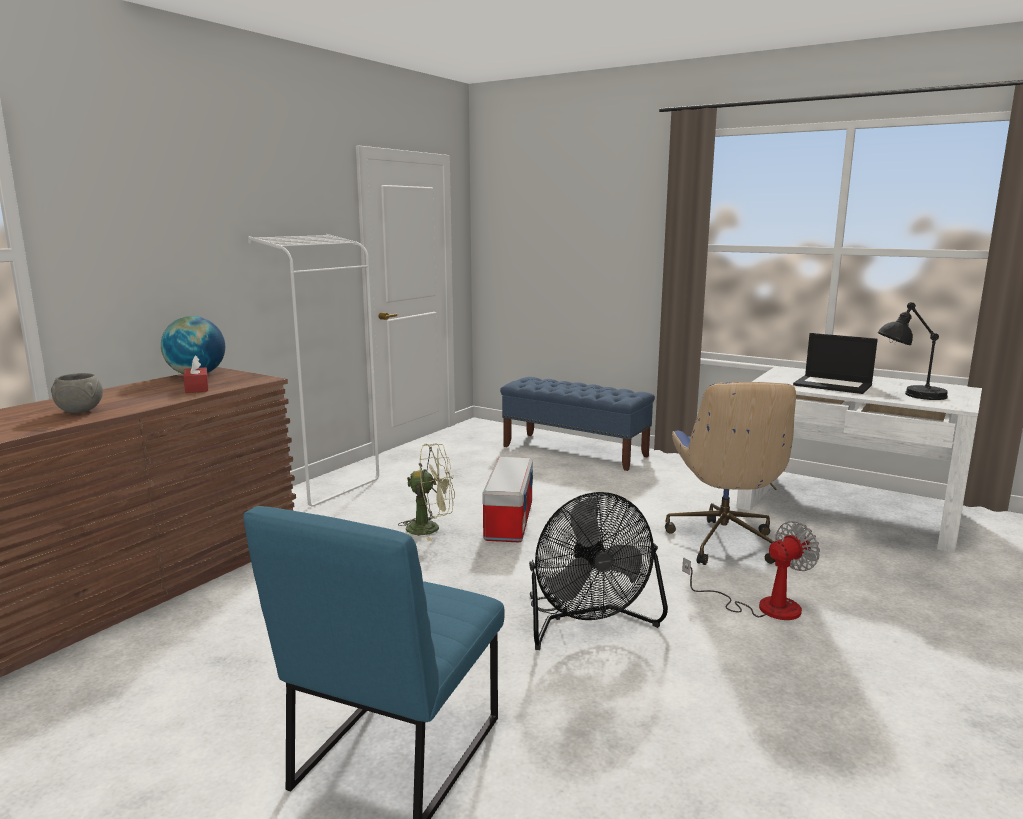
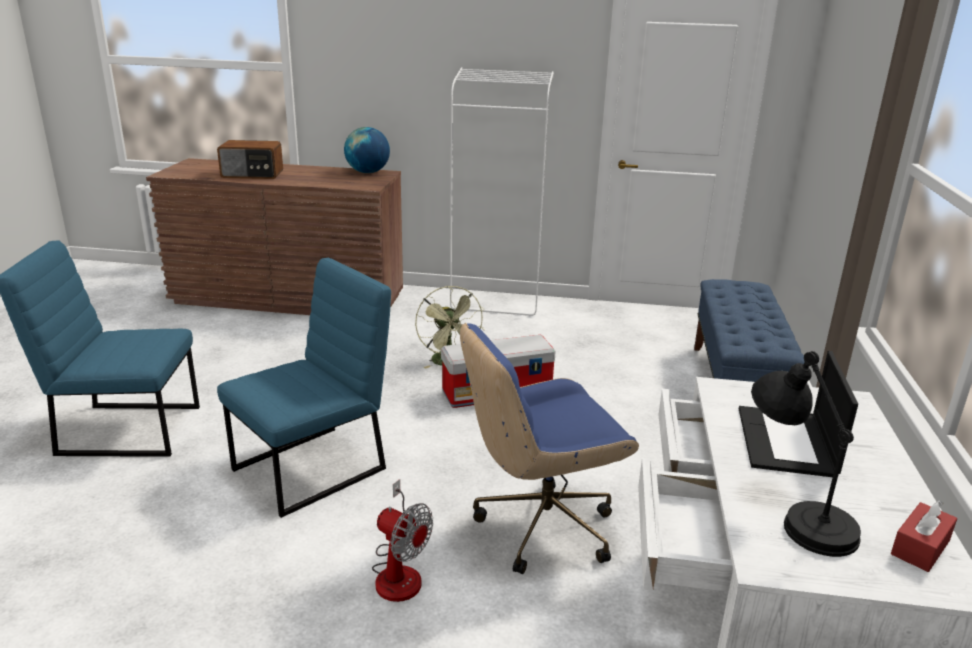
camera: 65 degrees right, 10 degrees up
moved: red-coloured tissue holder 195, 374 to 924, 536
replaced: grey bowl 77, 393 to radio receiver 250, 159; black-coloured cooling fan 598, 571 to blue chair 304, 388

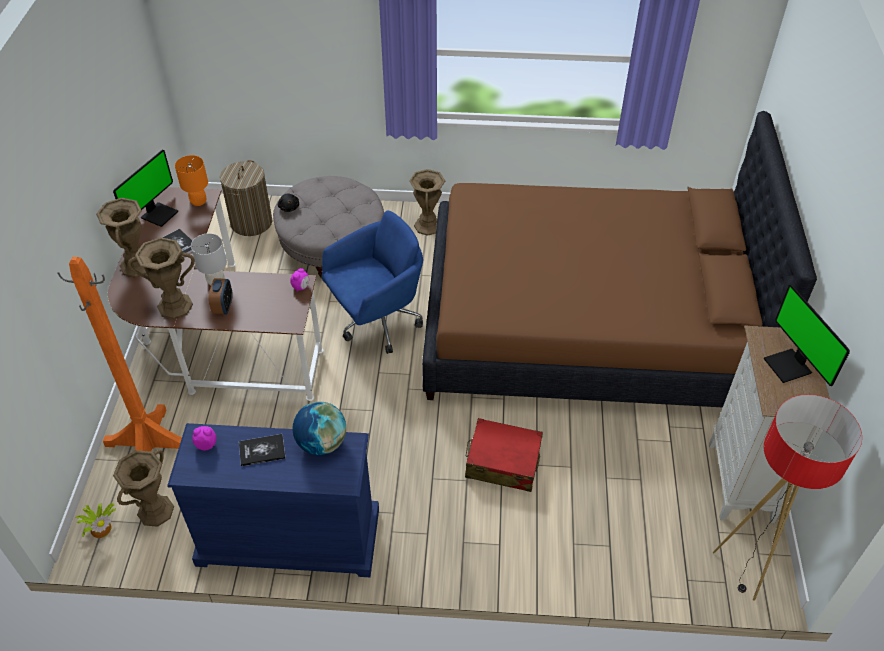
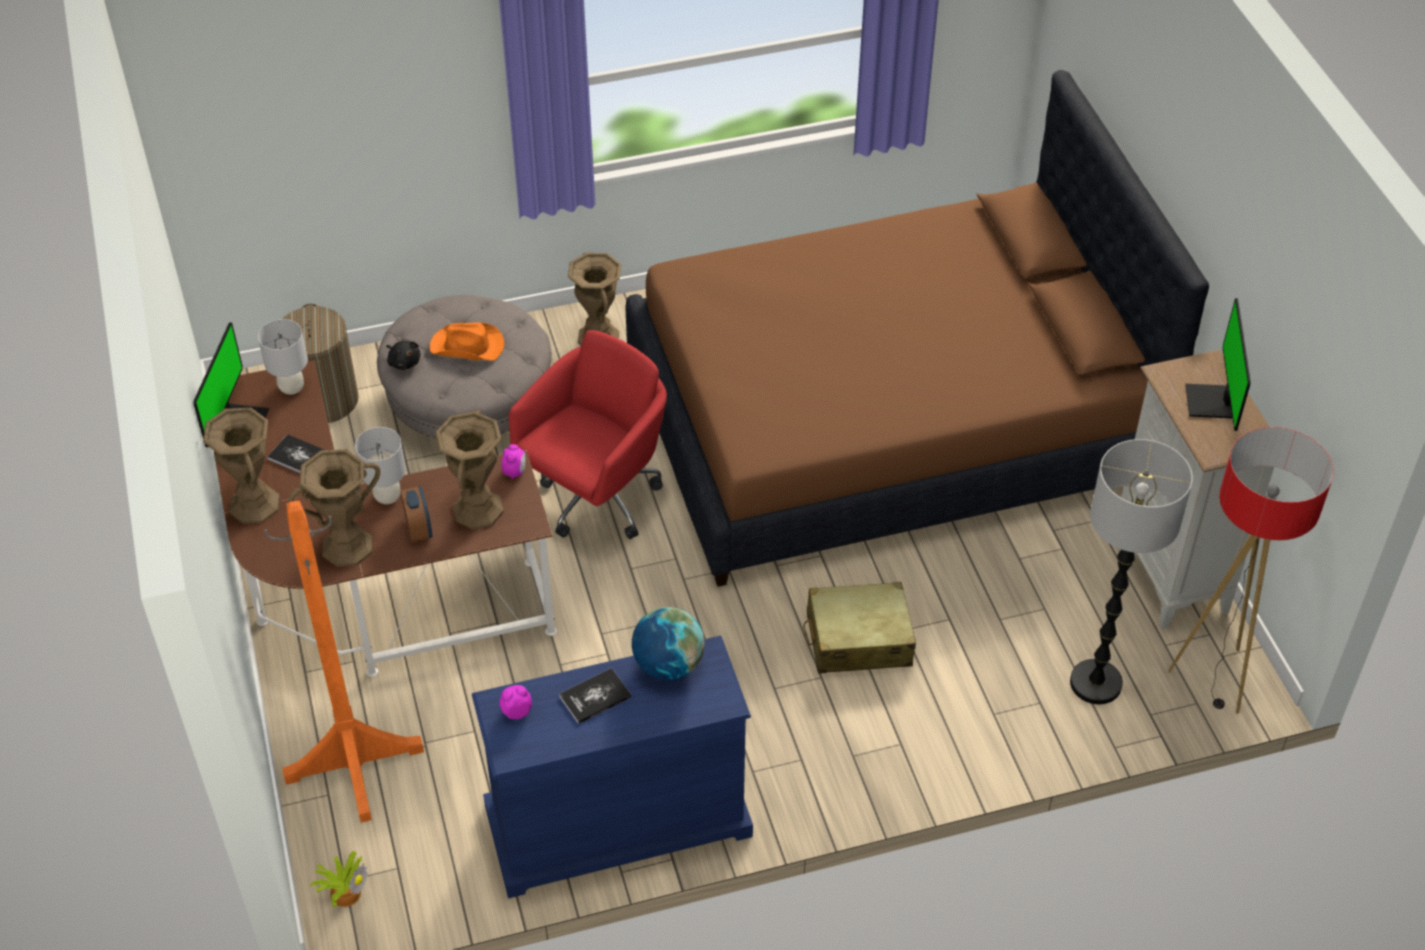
camera: 20 degrees left, 0 degrees up
added: orange hat 467, 342; standard lamp 1131, 571
moved: brownish flower vase 143, 488 to 469, 470
recoloured: orange table lamp 191, 180 to grey table lamp 283, 357; blue desk chair 372, 282 to red-coloured desk chair 588, 434; red-coloured piece of luggage 504, 455 to beige piece of luggage 859, 628
turned: computer display 807, 335 = 1218, 364 45 degrees clockwise

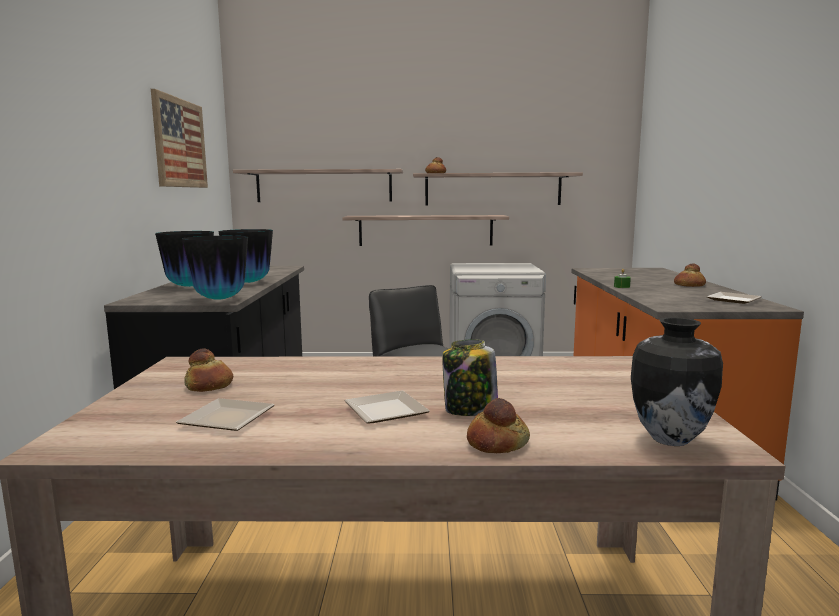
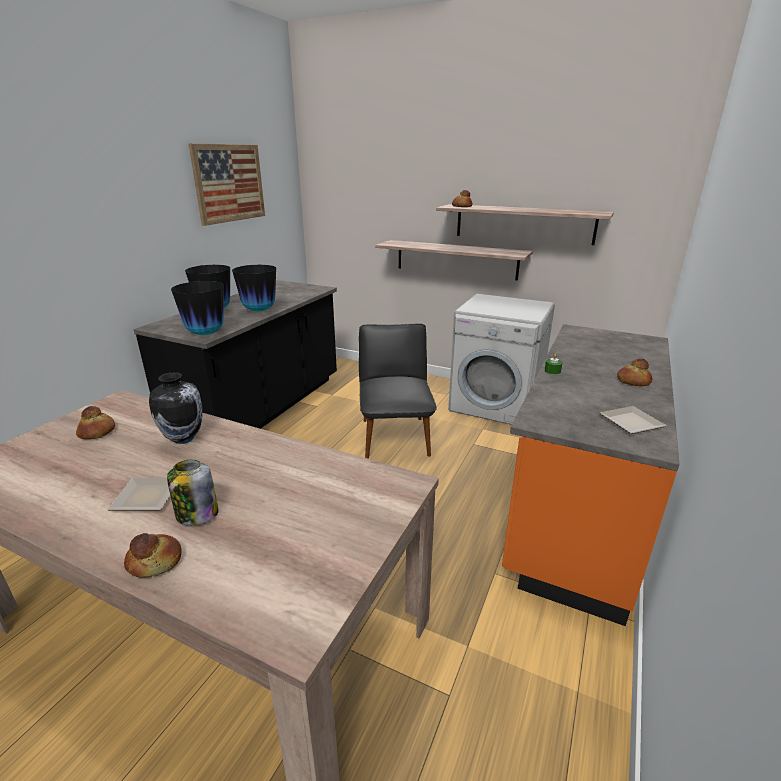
camera: 25 degrees right, 15 degrees up
removed: plate 225, 414; wall shelf 318, 185
moved: flower vase 677, 382 to 175, 408

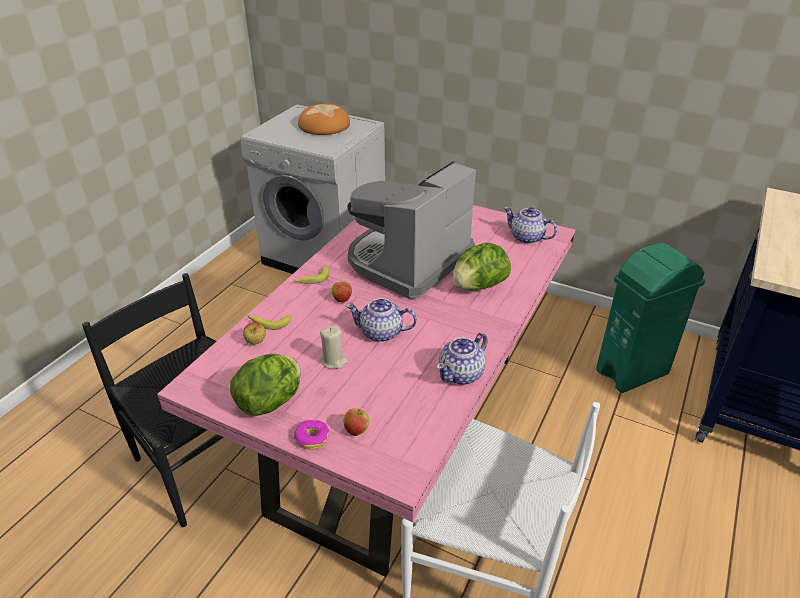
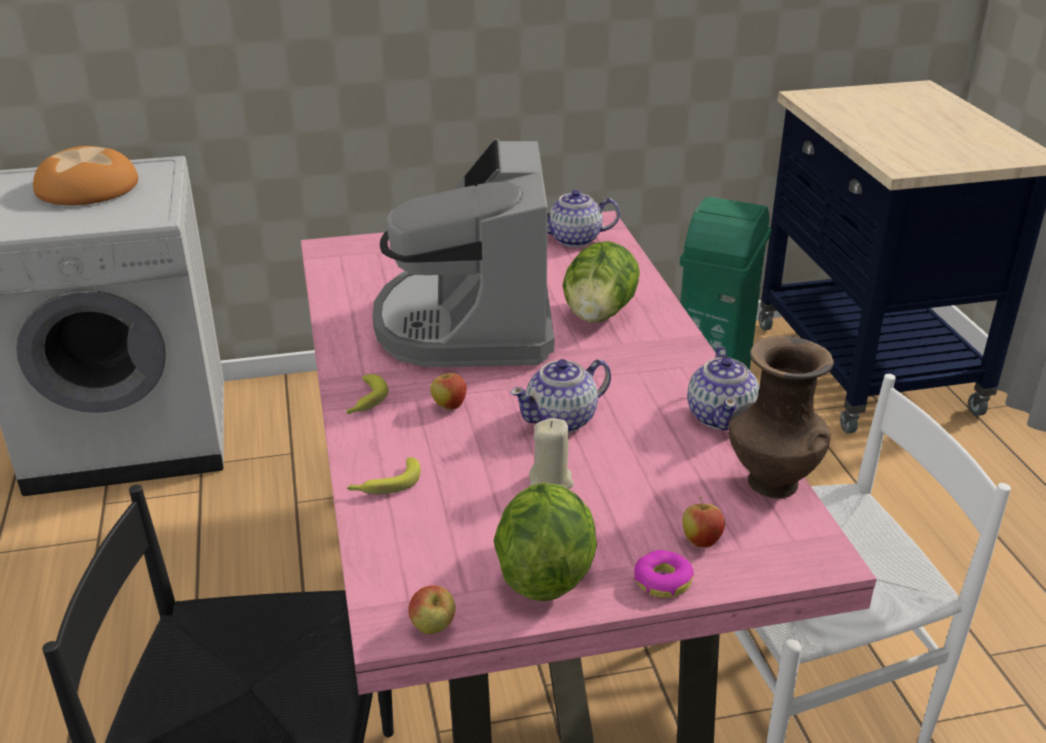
camera: 40 degrees left, 5 degrees down
added: brownish flower vase 781, 417
moved: apple 254, 333 to 432, 609

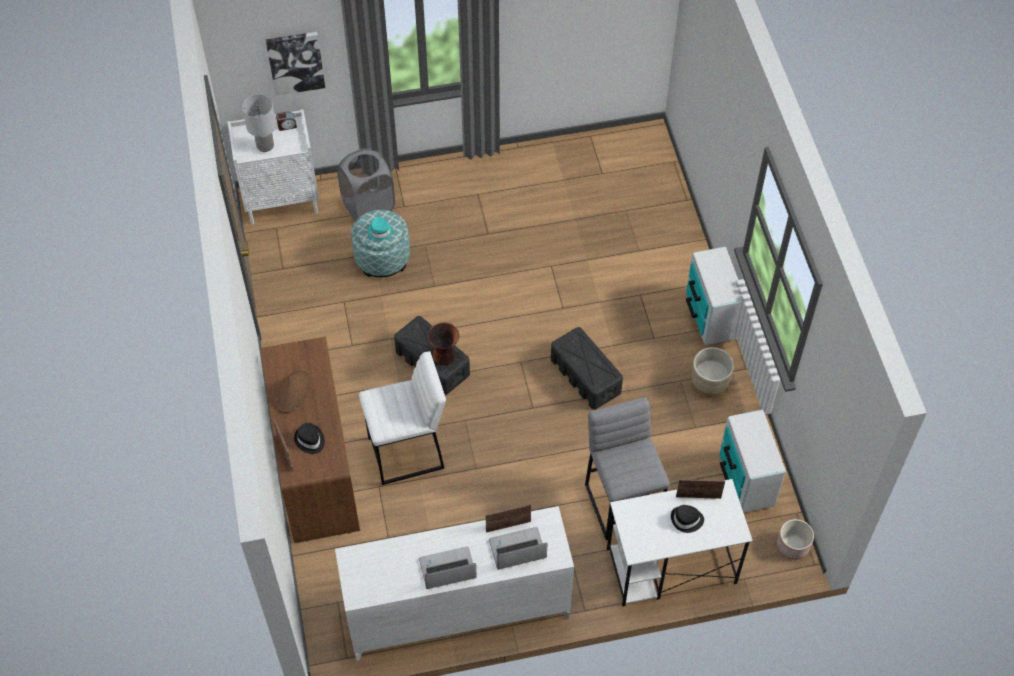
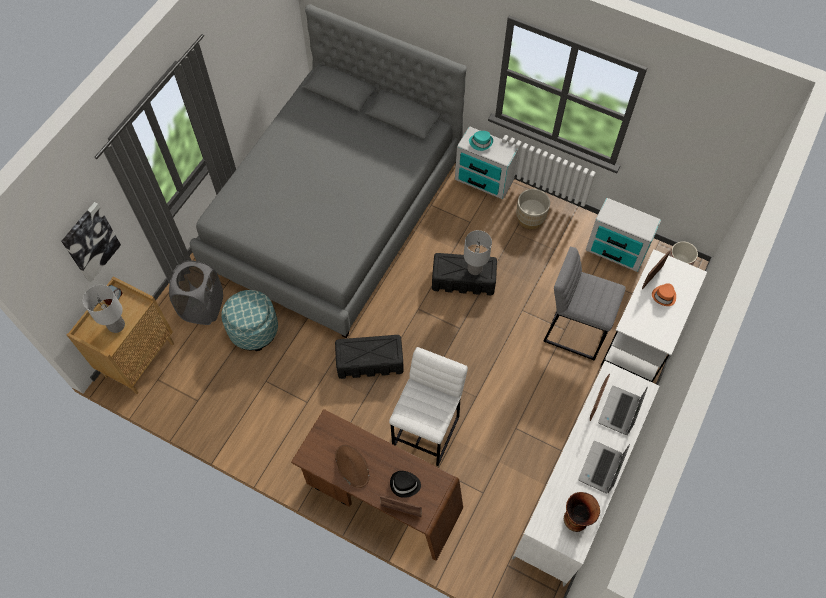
camera: 50 degrees left, 5 degrees up
added: grey sleeping bed 328, 171; grey table lamp 478, 252
moved: blue-green hat 380, 228 to 481, 141; flower vase 443, 344 to 582, 512
recoloured: whitish storage cabinet 273, 167 to brownish storage cabinet 120, 335; black-coloured hat 687, 519 to orange hat 664, 294

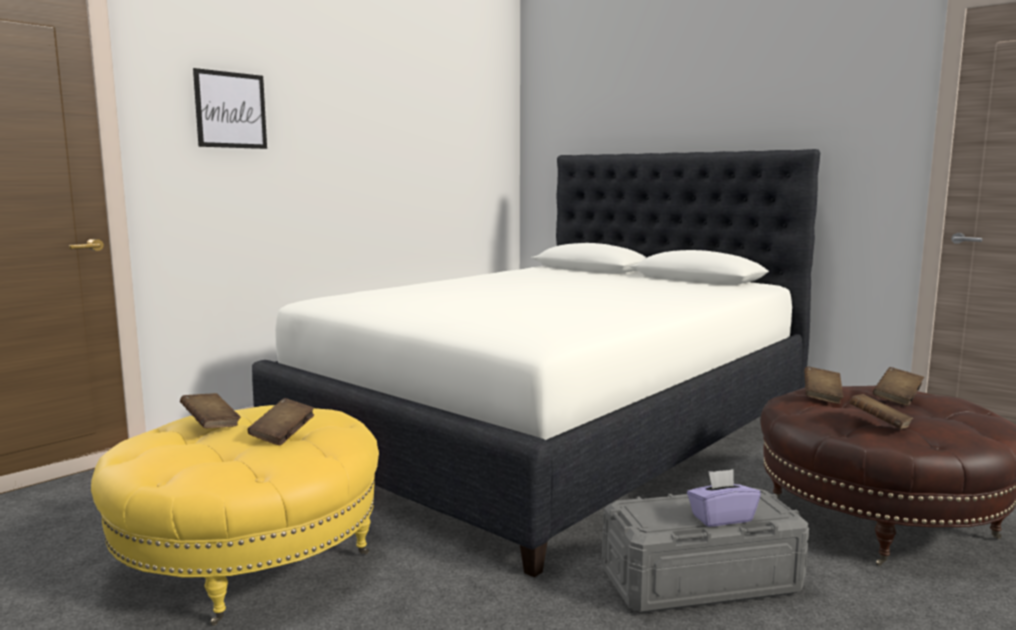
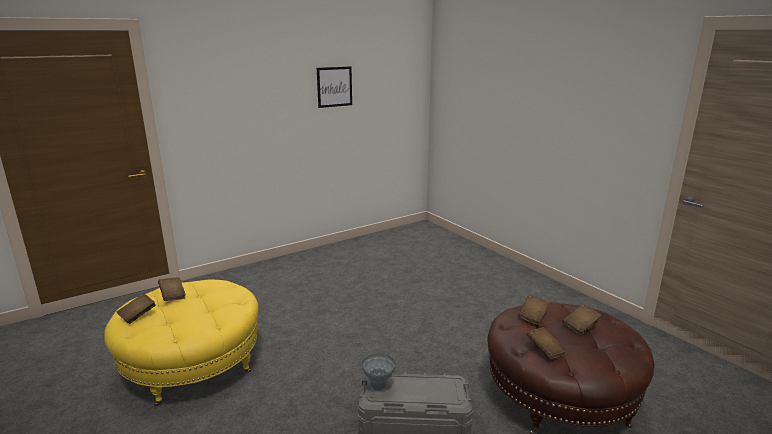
camera: 15 degrees right, 10 degrees up
removed: whitish sleeping bed 536, 363; purple tissue holder 724, 498
added: grey flower vase 378, 372
moved: brownish book 281, 421 to 136, 308; wall picture 230, 108 to 334, 87

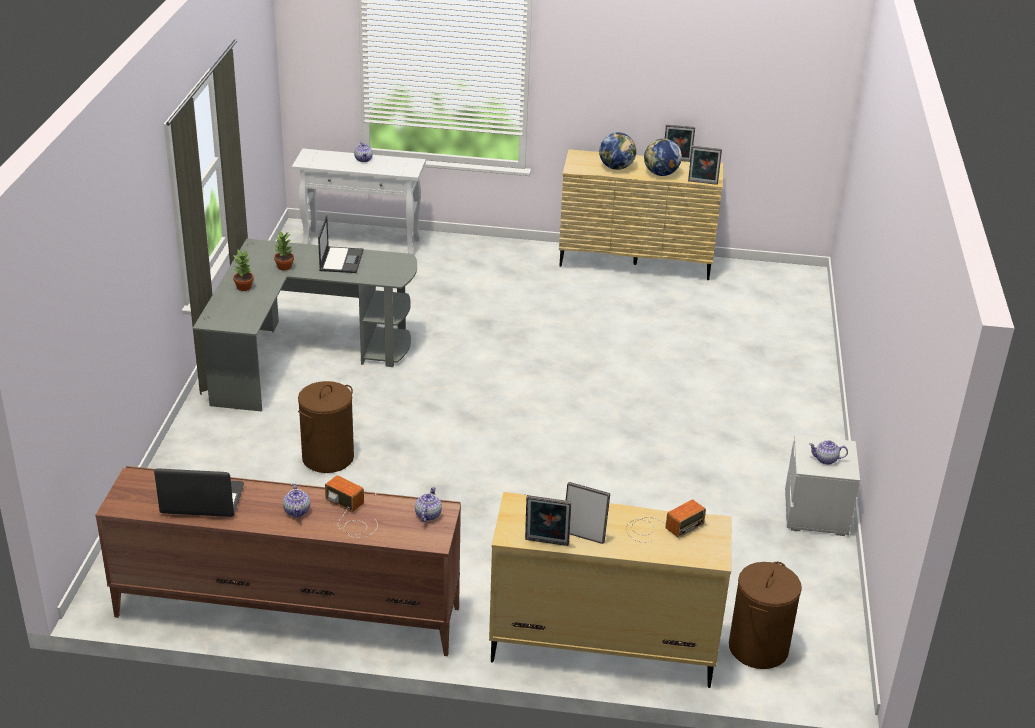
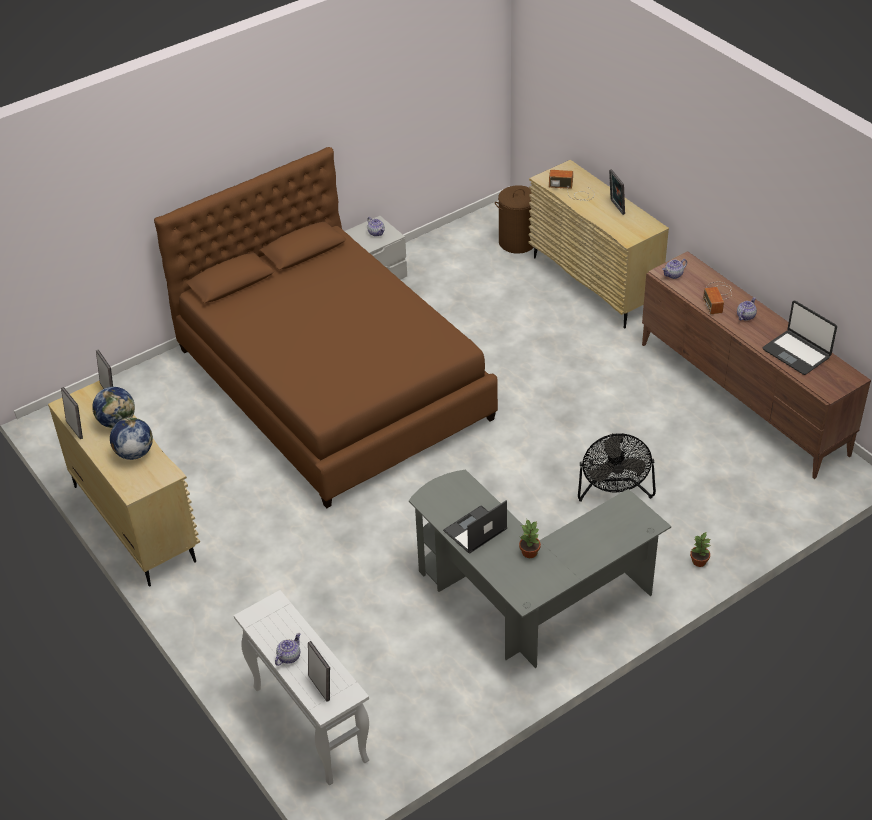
camera: 130 degrees left, 10 degrees up
added: brownish sleeping bed 326, 327
moved: standing frame 548, 520 to 319, 671; houseplant 243, 270 to 700, 550
replaced: brownish washing basket 326, 427 to black-coloured cooling fan 617, 467

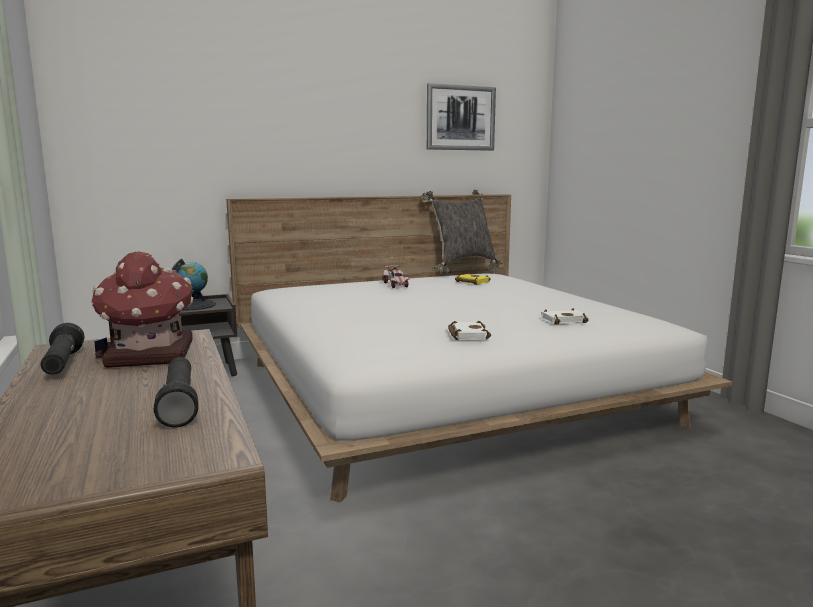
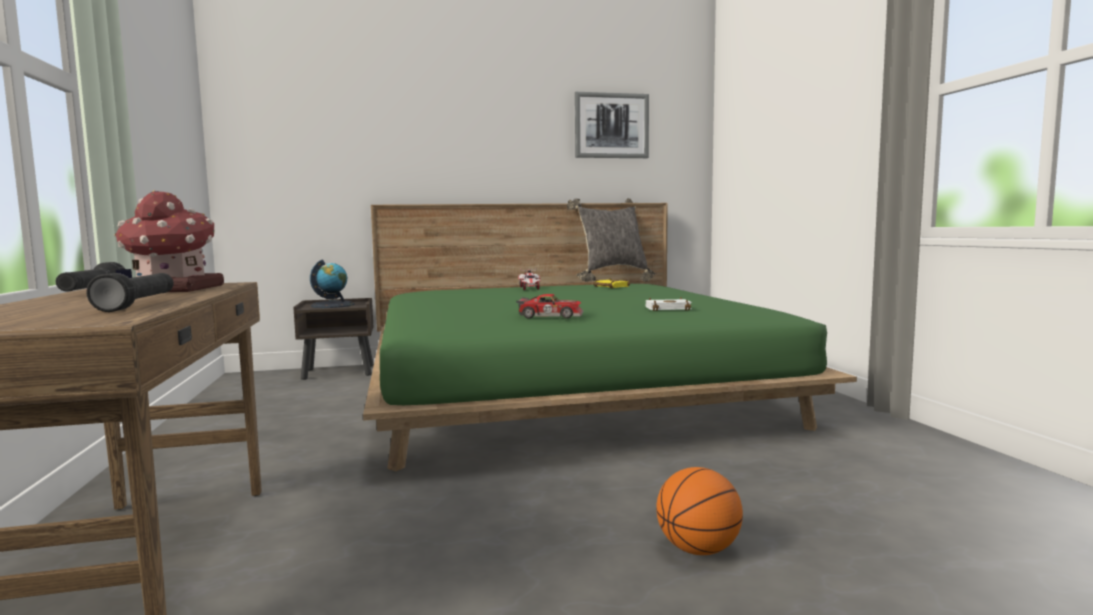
camera: 10 degrees right, 5 degrees down
added: ball for basketball 699, 511
replaced: whitish book 469, 330 to toy car 549, 306
recoloured: whitish sleeping bed 479, 348 to greenish sleeping bed 610, 337

